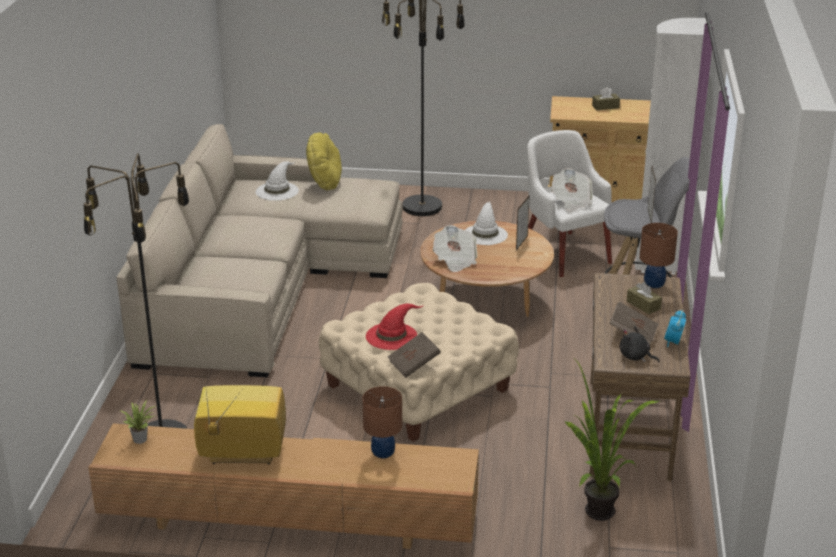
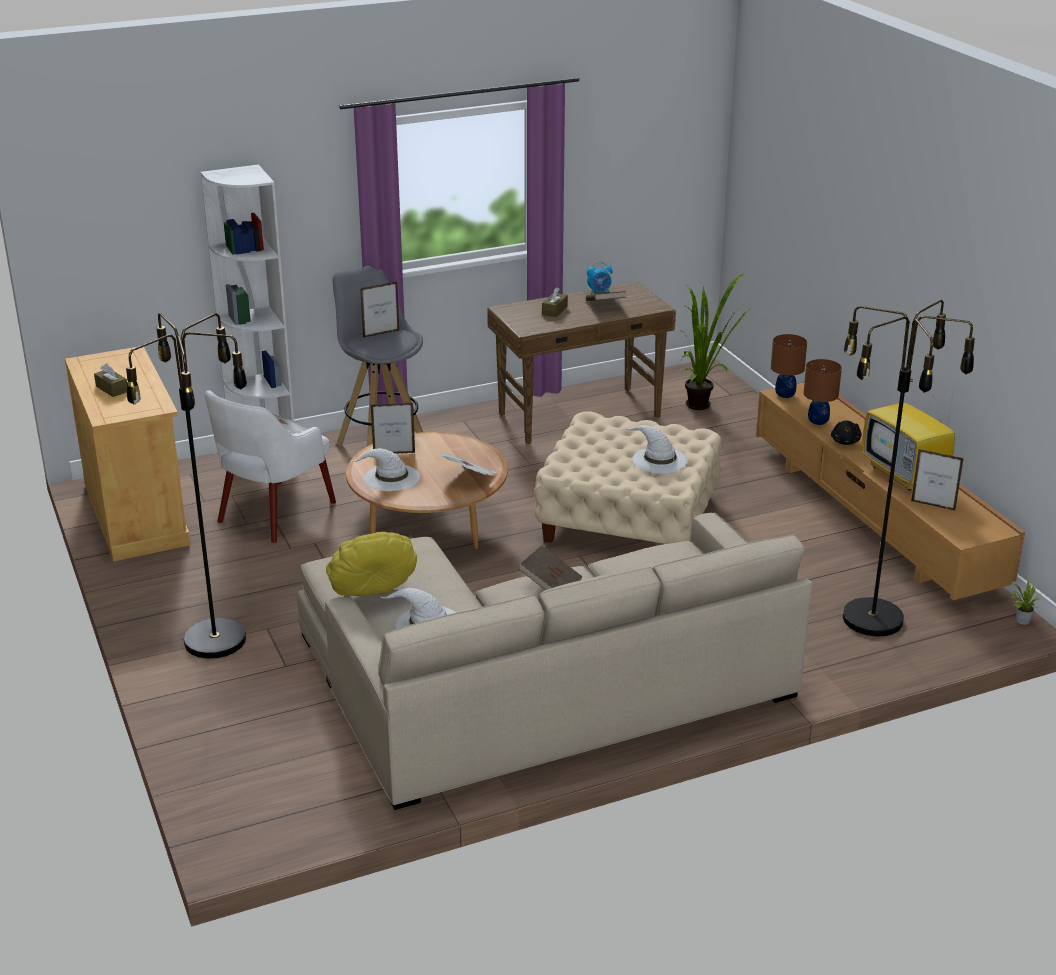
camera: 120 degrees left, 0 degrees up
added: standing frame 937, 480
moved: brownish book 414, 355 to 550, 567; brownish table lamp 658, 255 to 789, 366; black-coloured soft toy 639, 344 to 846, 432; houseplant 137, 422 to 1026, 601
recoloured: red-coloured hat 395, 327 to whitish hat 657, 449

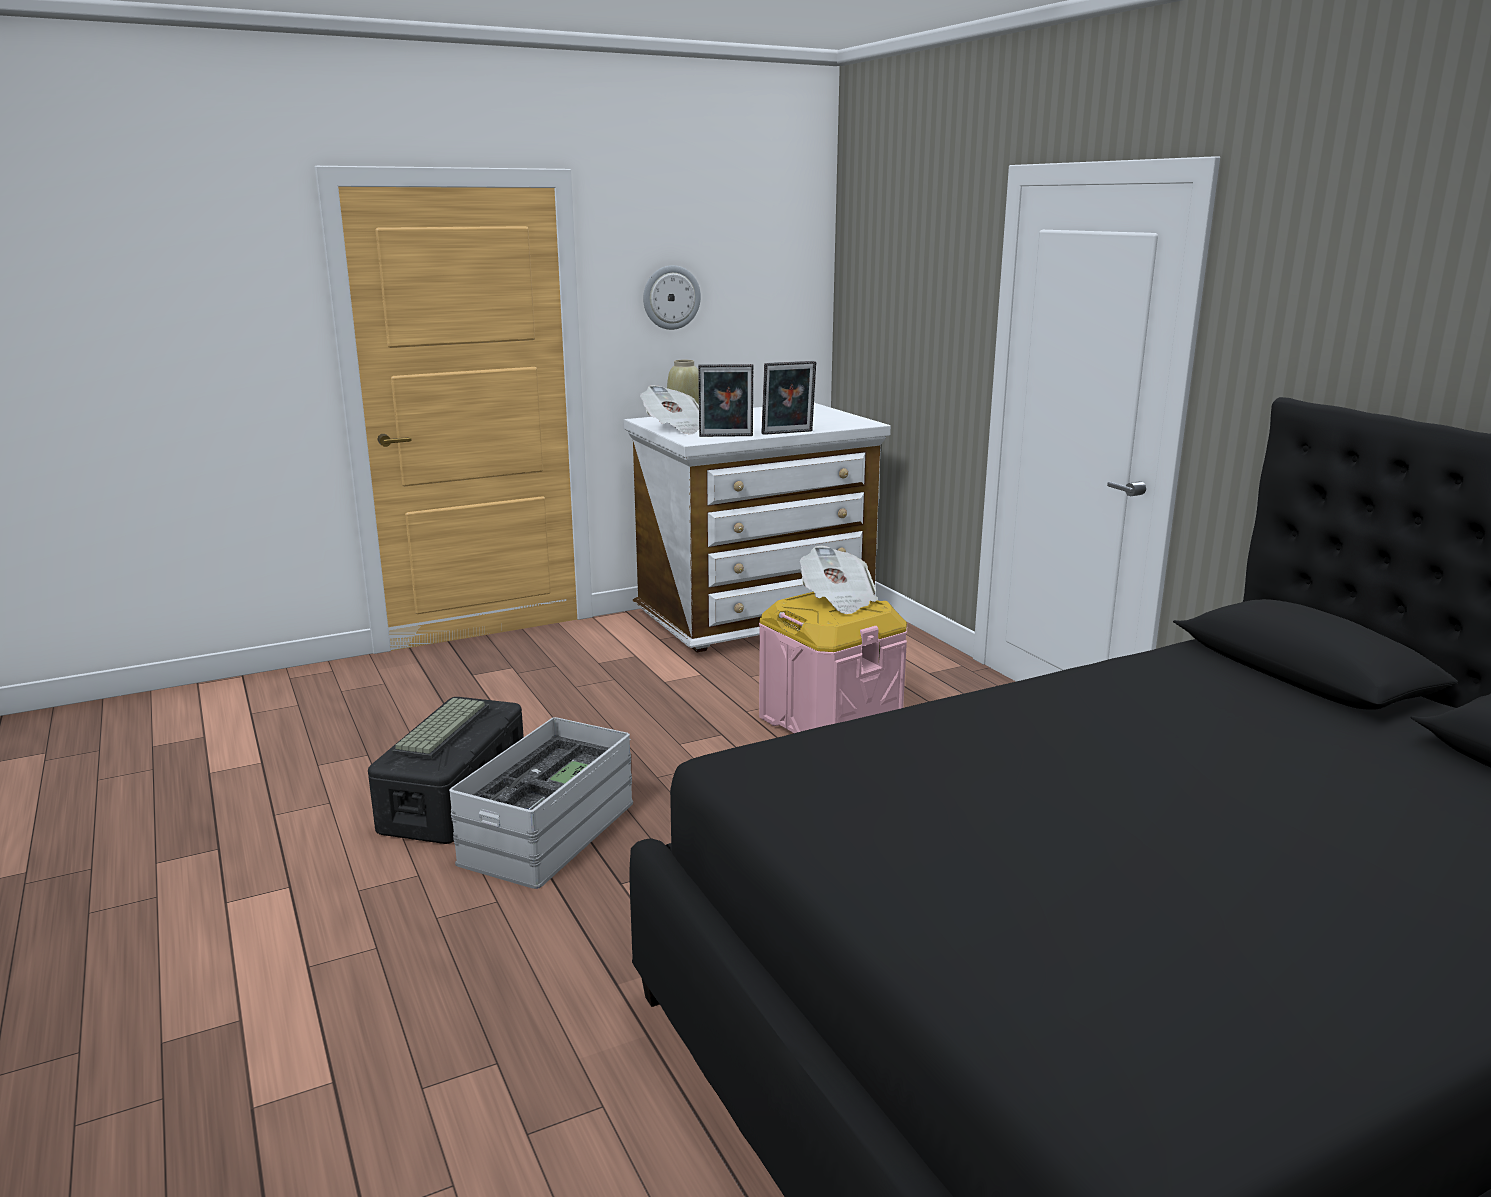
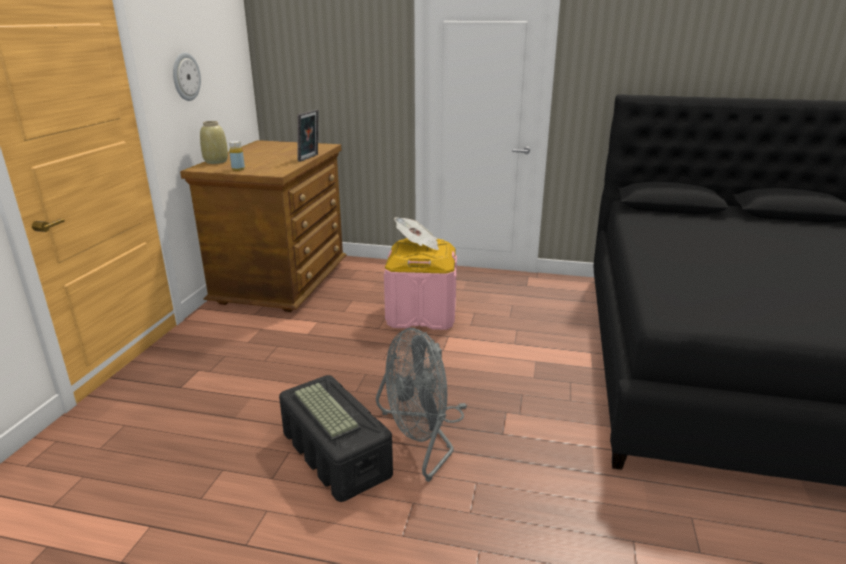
camera: 50 degrees left, 5 degrees up
removed: standing frame 725, 400
replaced: daily paper 669, 410 to yellow-coloured beverage bottle 237, 156; grey storage box 541, 803 to grey cooling fan 422, 405
recoloured: whitish chest of drawers 757, 527 to brownish chest of drawers 263, 226

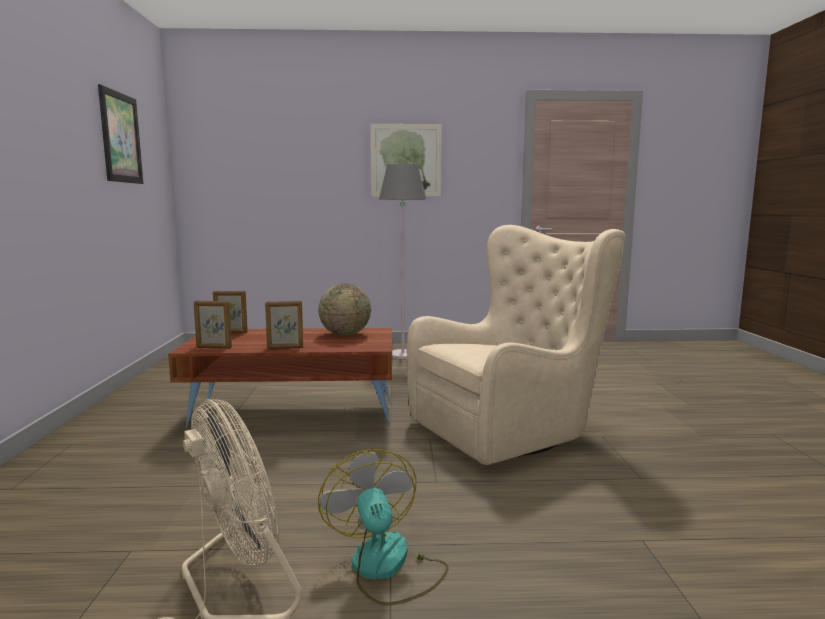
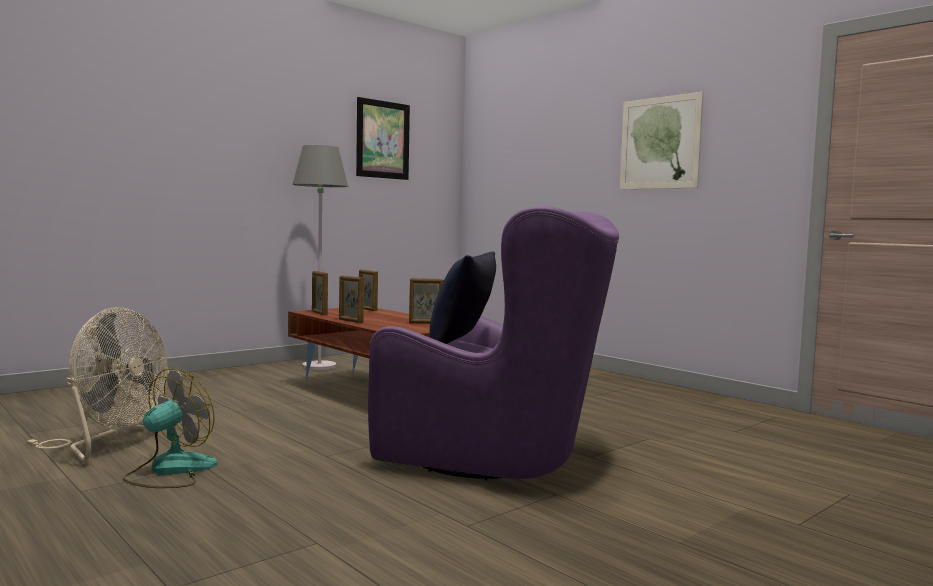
camera: 50 degrees right, 5 degrees down
added: blue cushion 463, 298
moved: grey standard lamp 402, 261 to 320, 257
replaced: world globe 345, 309 to standing frame 426, 301
recoloured: beige armchair 516, 345 to purple armchair 493, 343

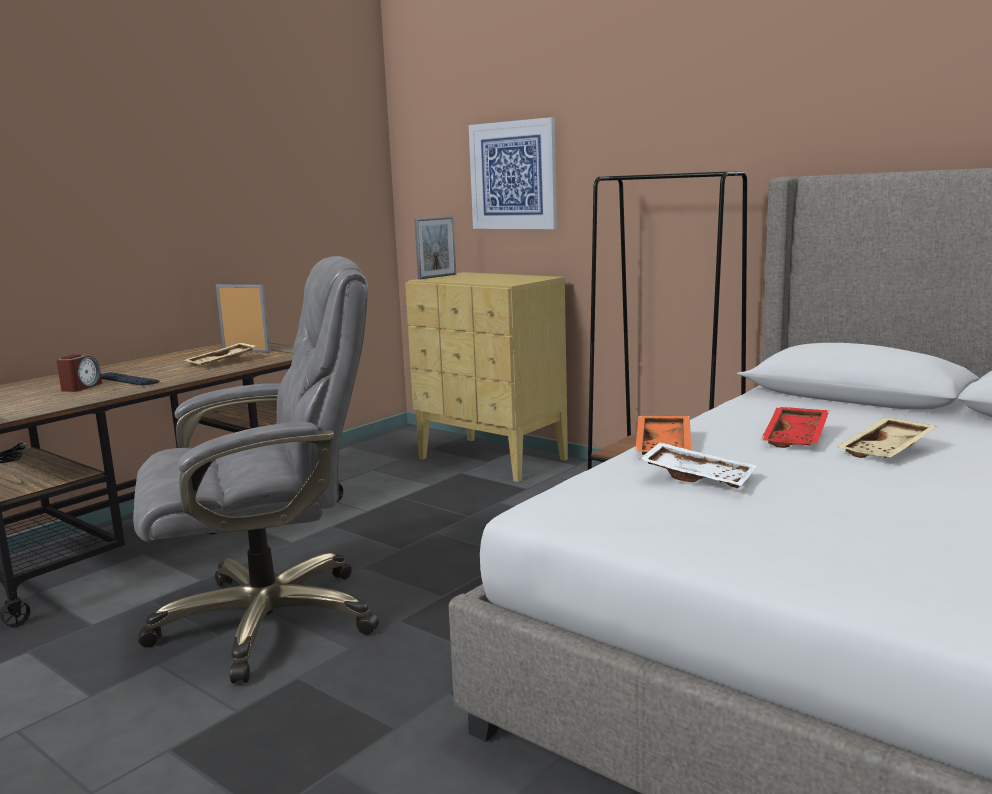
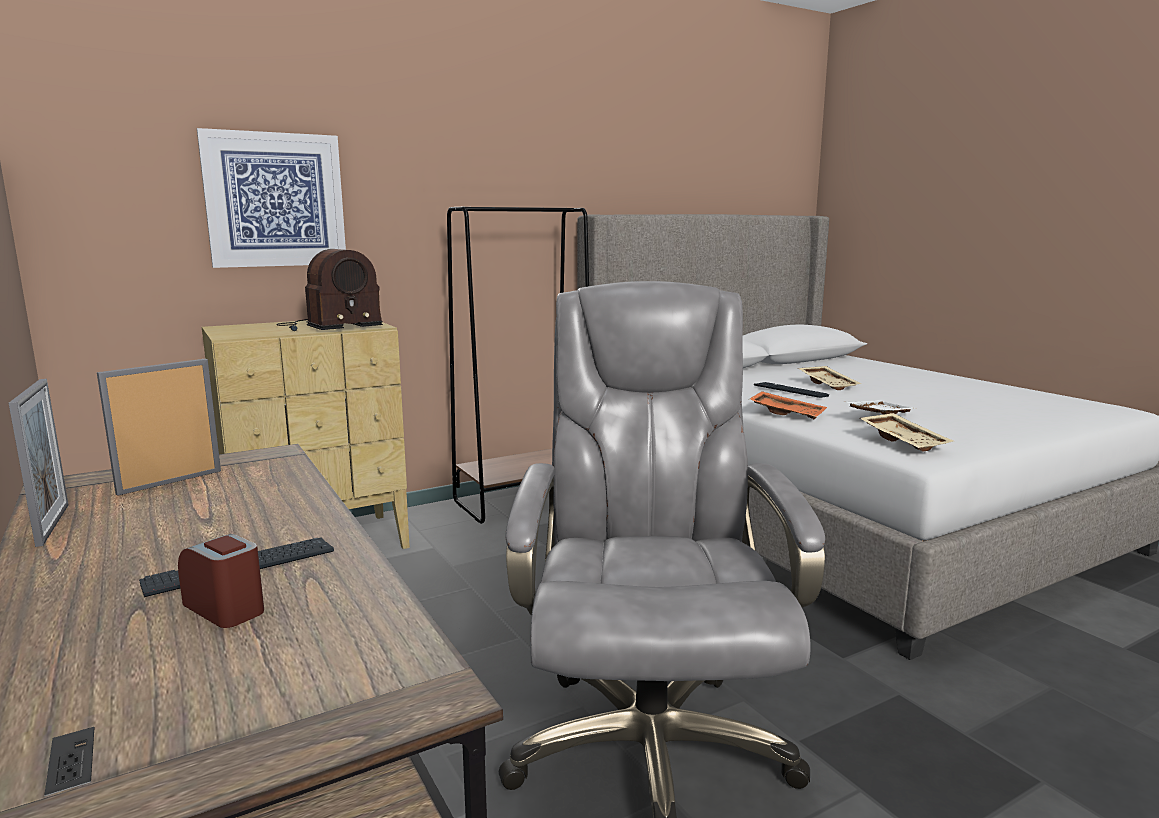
camera: 70 degrees left, 0 degrees up
added: radio receiver 329, 290
moved: standing frame 435, 248 to 39, 463; beige serving tray 220, 354 to 906, 432
replaced: red-coloured serving tray 795, 427 to computer keyboard 792, 390

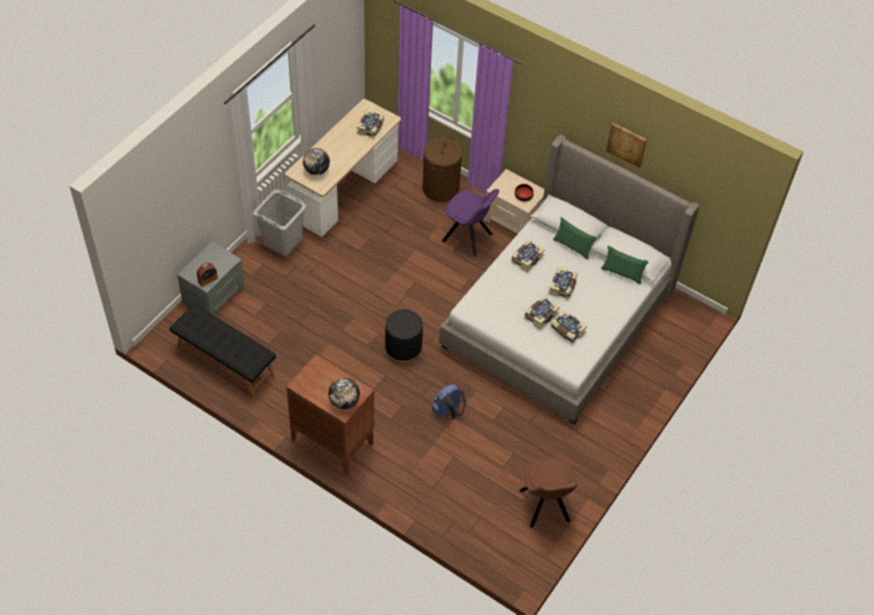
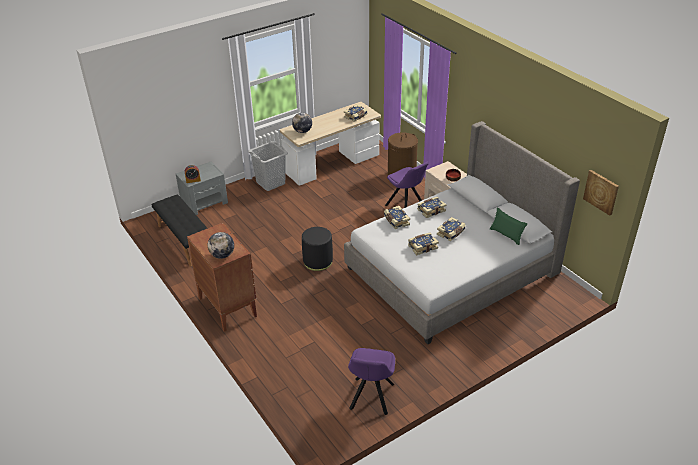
camera: 25 degrees right, 15 degrees down
removed: blue backpack 448, 402; greenish cushion 575, 238
moved: book 569, 327 to 397, 217; wall picture 626, 145 to 601, 193
recoloured: brownish chair 548, 493 to purple chair 371, 381

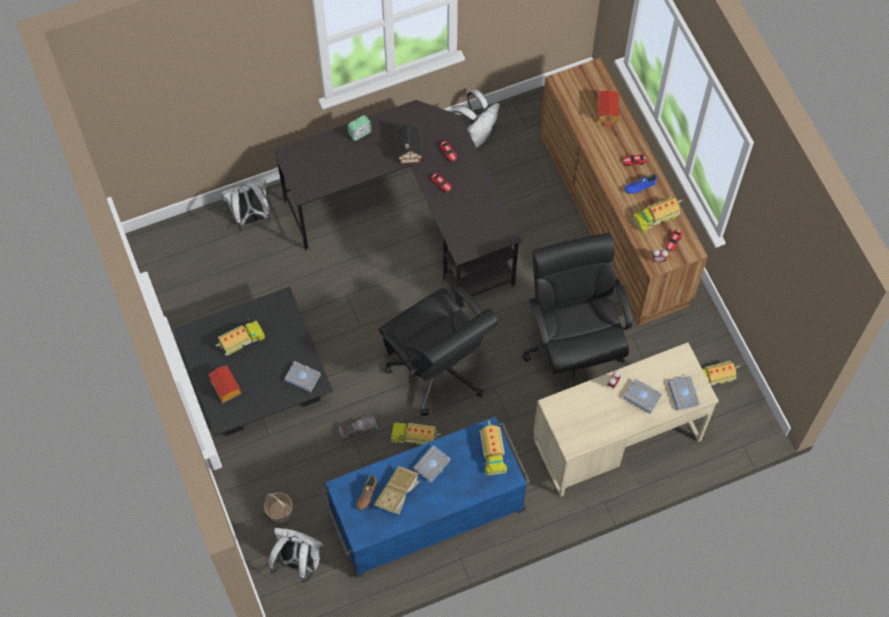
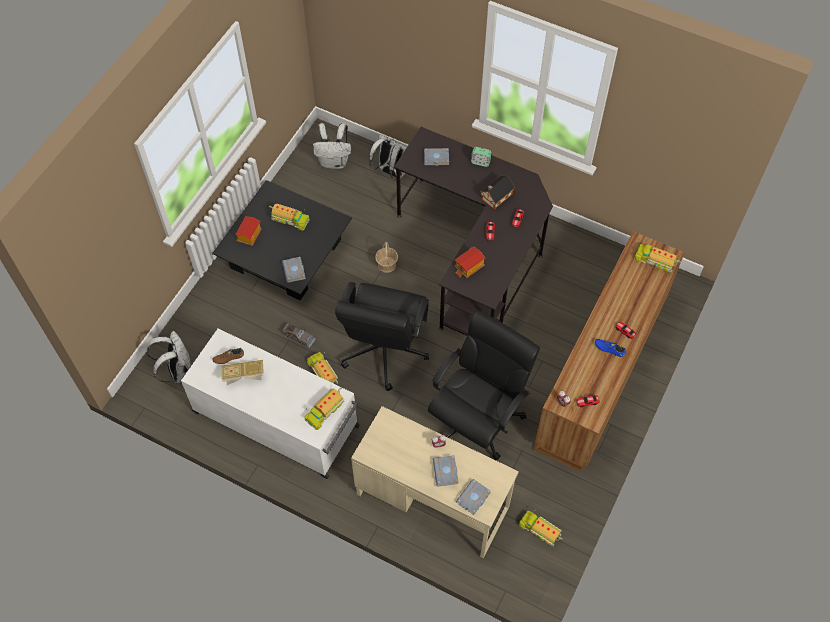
camera: 50 degrees right, 5 degrees down
moved: whitish backpack 475, 118 to 332, 146; household basket 278, 507 to 386, 257; grey book 432, 464 to 436, 157; model house 608, 108 to 470, 262; toy truck 657, 215 to 657, 257
recoloured: blue storage cabinet 426, 497 to whitish storage cabinet 269, 404

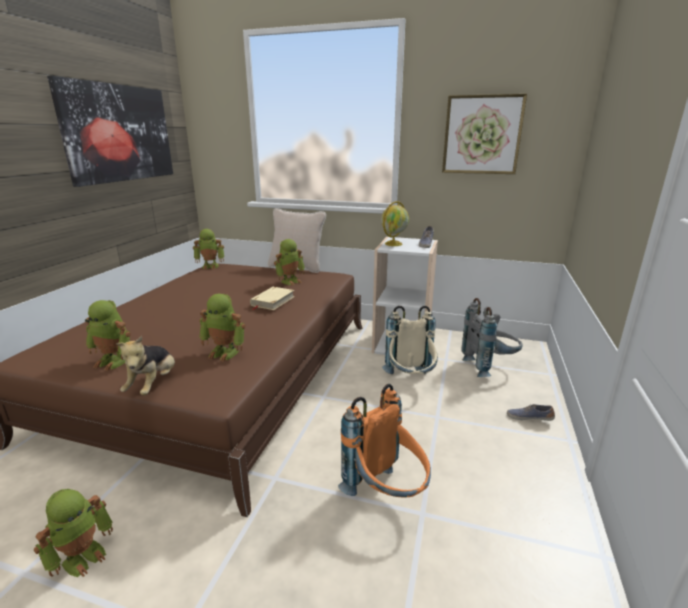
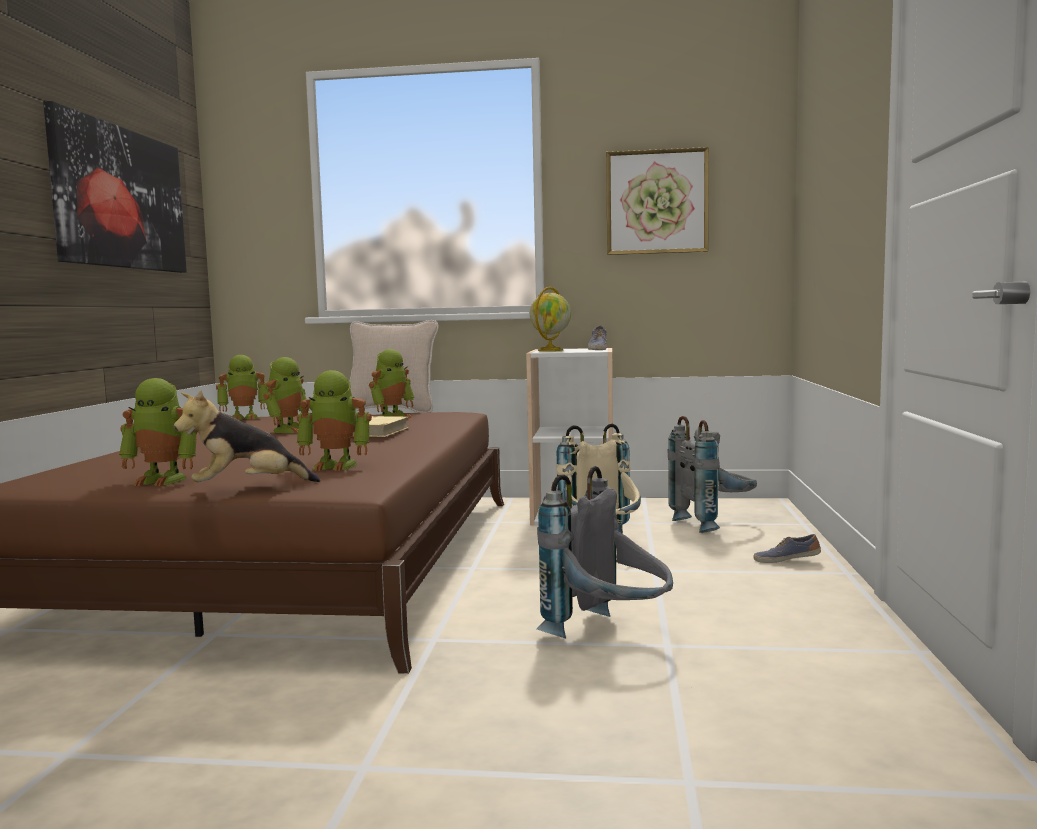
camera: 10 degrees left, 15 degrees down
moved: toy robot 73, 533 to 287, 395
recoloured: orange backpack 384, 440 to grey backpack 605, 552
turned: soft toy 145, 365 = 247, 436 75 degrees clockwise

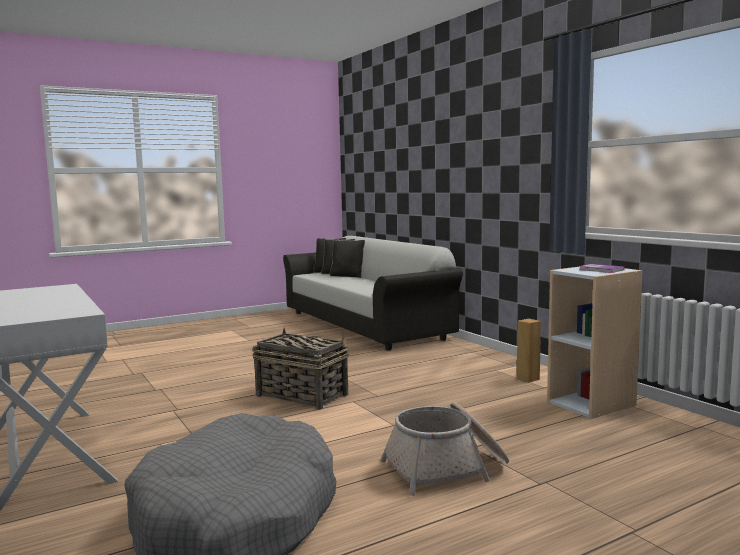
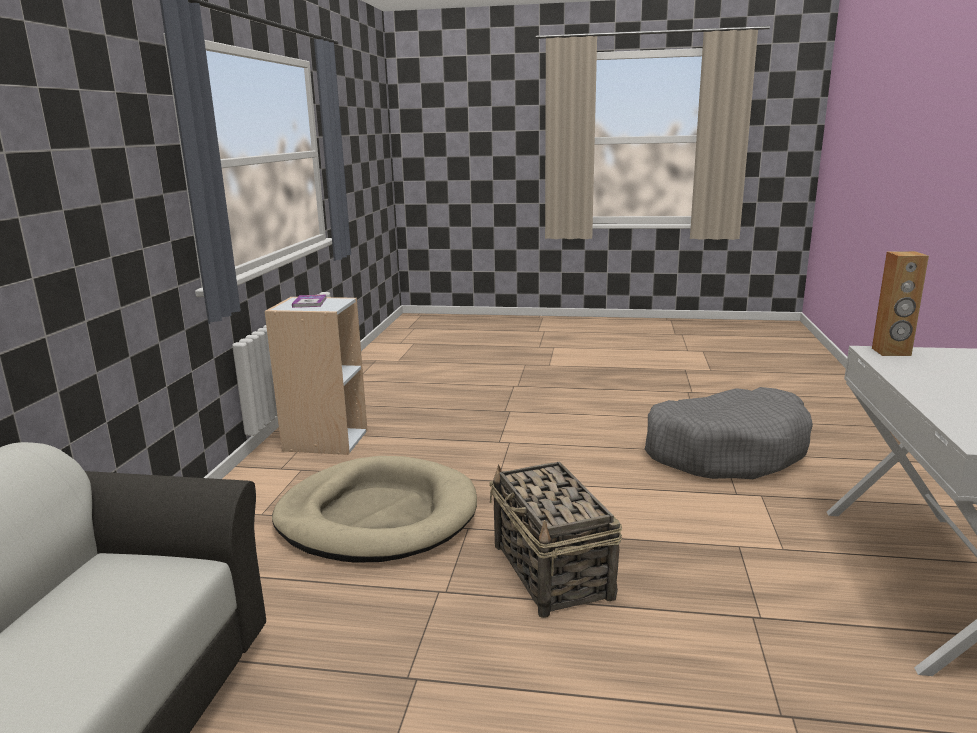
camera: 140 degrees left, 10 degrees up
removed: household basket 445, 449
added: beige dog bed 374, 509
moved: brownish audio speaker 529, 351 to 900, 303

